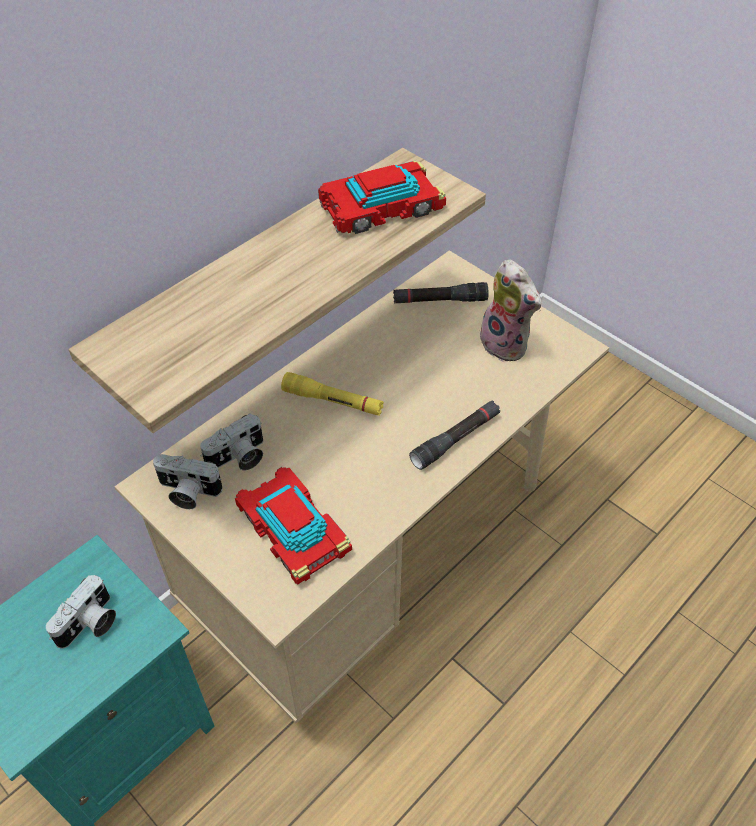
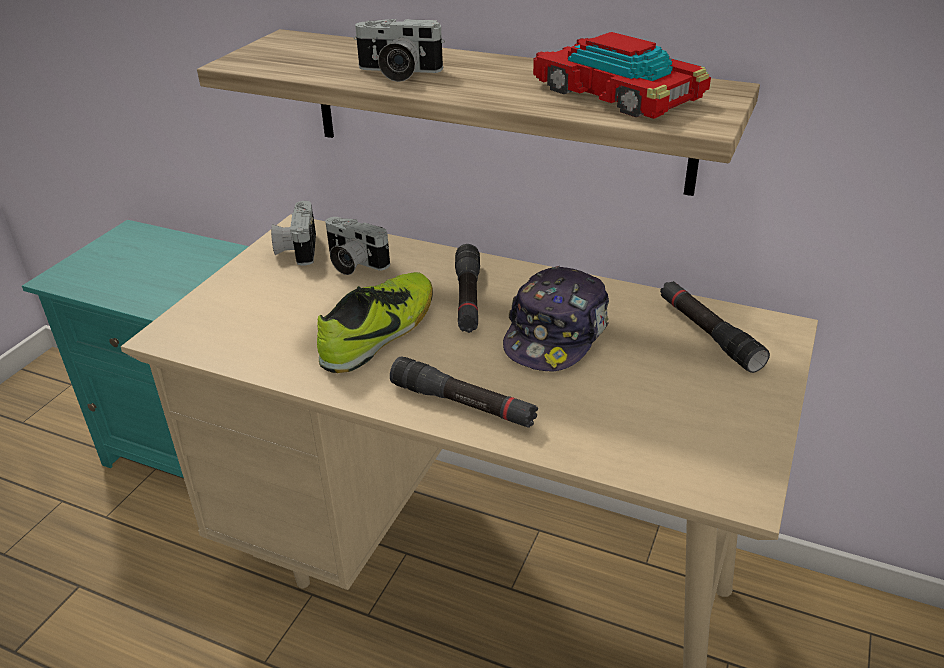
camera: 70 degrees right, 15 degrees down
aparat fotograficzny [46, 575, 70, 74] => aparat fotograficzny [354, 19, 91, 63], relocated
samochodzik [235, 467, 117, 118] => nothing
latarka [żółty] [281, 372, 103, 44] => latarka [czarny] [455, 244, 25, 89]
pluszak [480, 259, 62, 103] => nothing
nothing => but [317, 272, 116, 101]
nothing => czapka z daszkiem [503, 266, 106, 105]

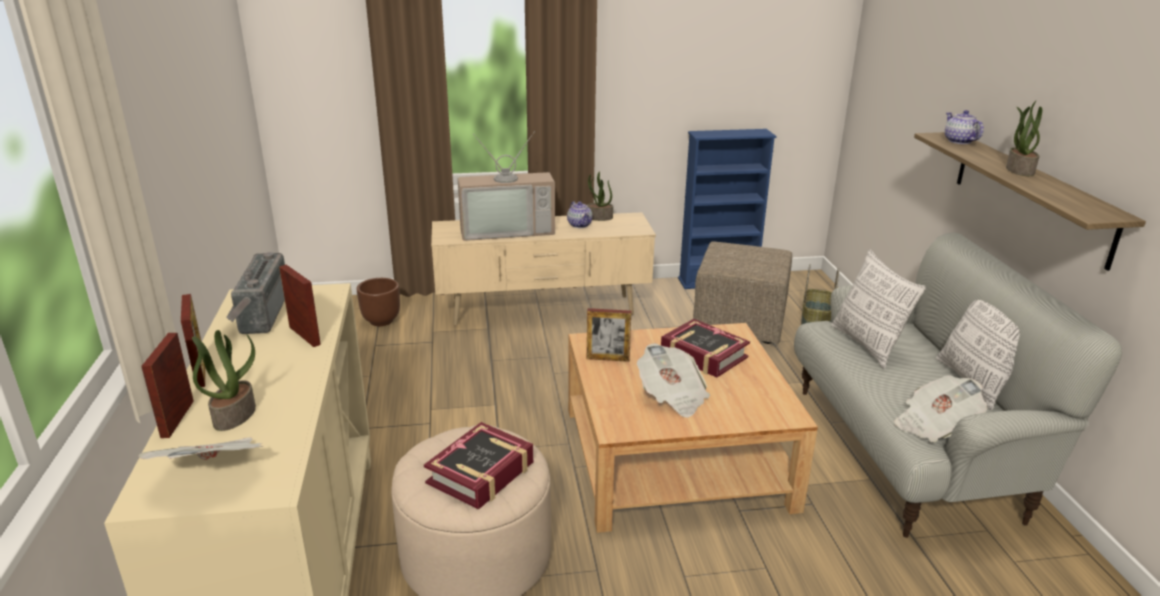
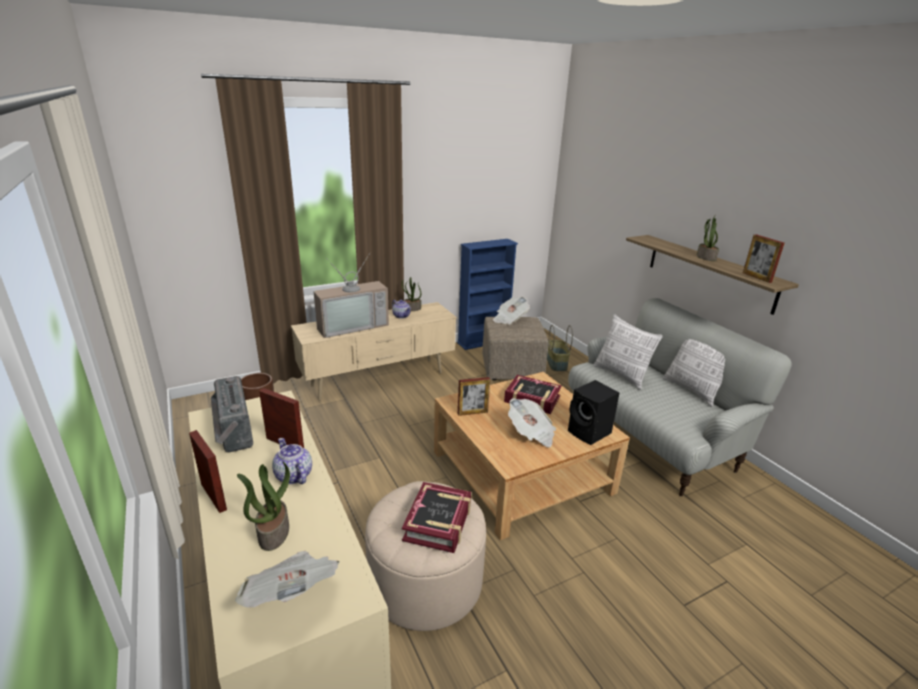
camera: 20 degrees left, 0 degrees up
ramka na zdjęcie [141, 333, 53, 105] => ramka na zdjęcie [743, 234, 42, 49], relocated
gazeta [894, 375, 93, 68] => gazeta [493, 297, 37, 28], relocated
imbryk [945, 110, 39, 34] => imbryk [272, 438, 40, 46], relocated
nothing => głośnik [czarny] [568, 380, 52, 65]

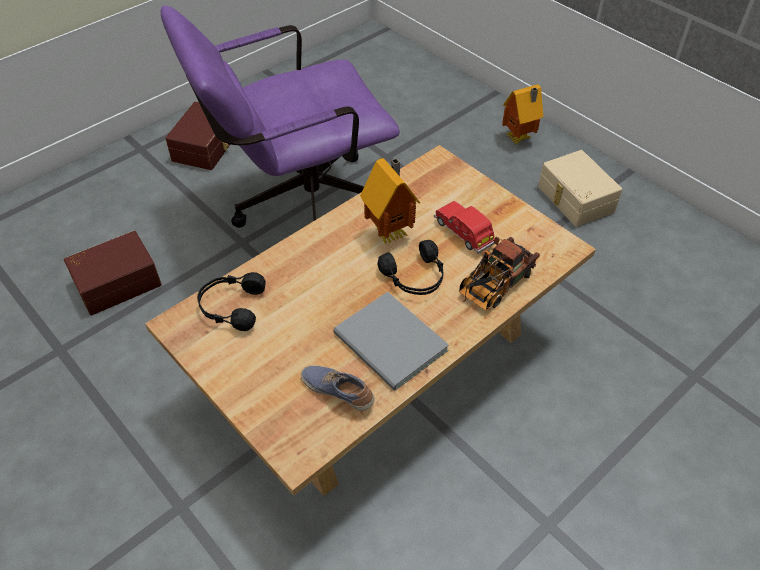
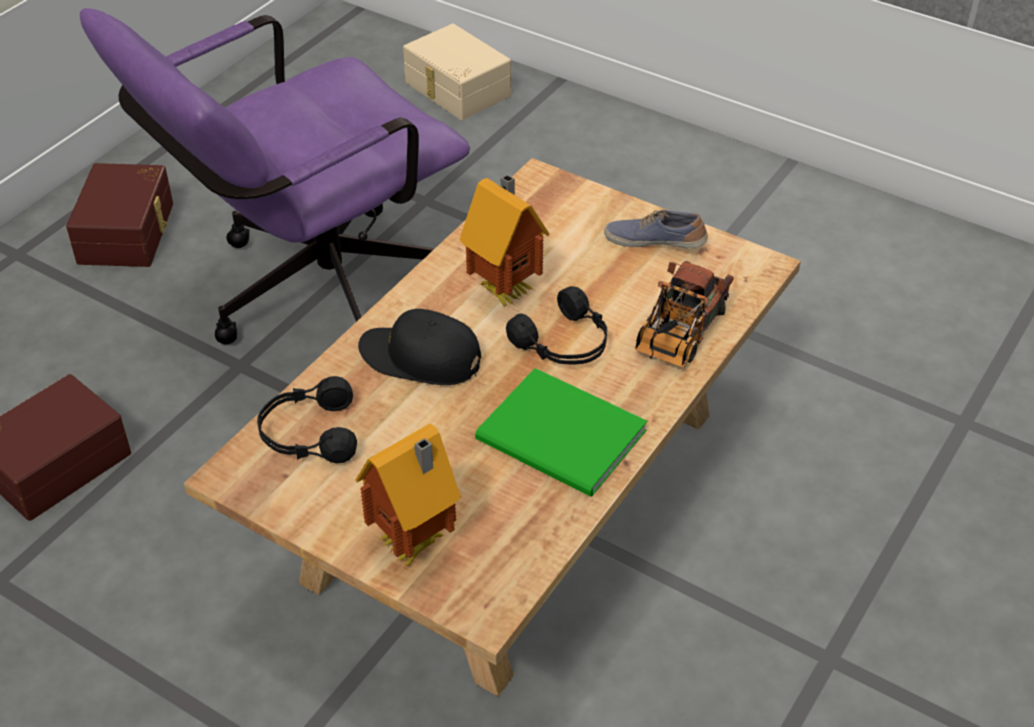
camera: 15 degrees left, 5 degrees down
but [301, 365, 74, 46] => but [604, 210, 104, 39], relocated
książka [szary] [333, 292, 116, 99] => książka [zielony] [475, 368, 172, 129]
samochodzik [czerwony] [434, 201, 61, 53] => nothing
domek [502, 84, 41, 60] => domek [355, 424, 106, 142], relocated
pojemnik do przechowywania [beżowy] [538, 150, 84, 77] => pojemnik do przechowywania [beżowy] [403, 24, 108, 96], relocated
nothing => czapka z daszkiem [czarny] [358, 309, 123, 76]

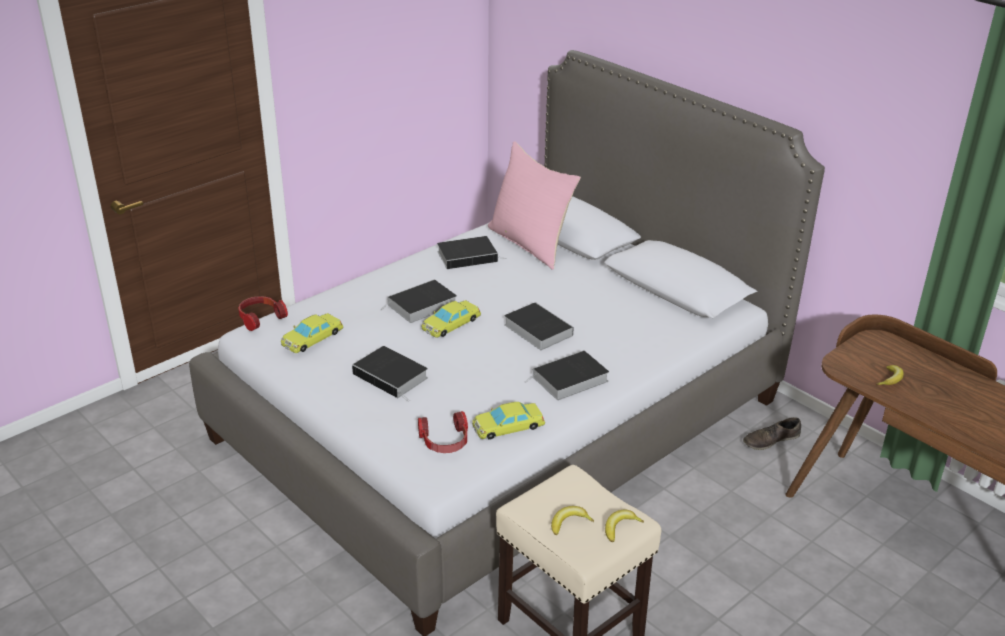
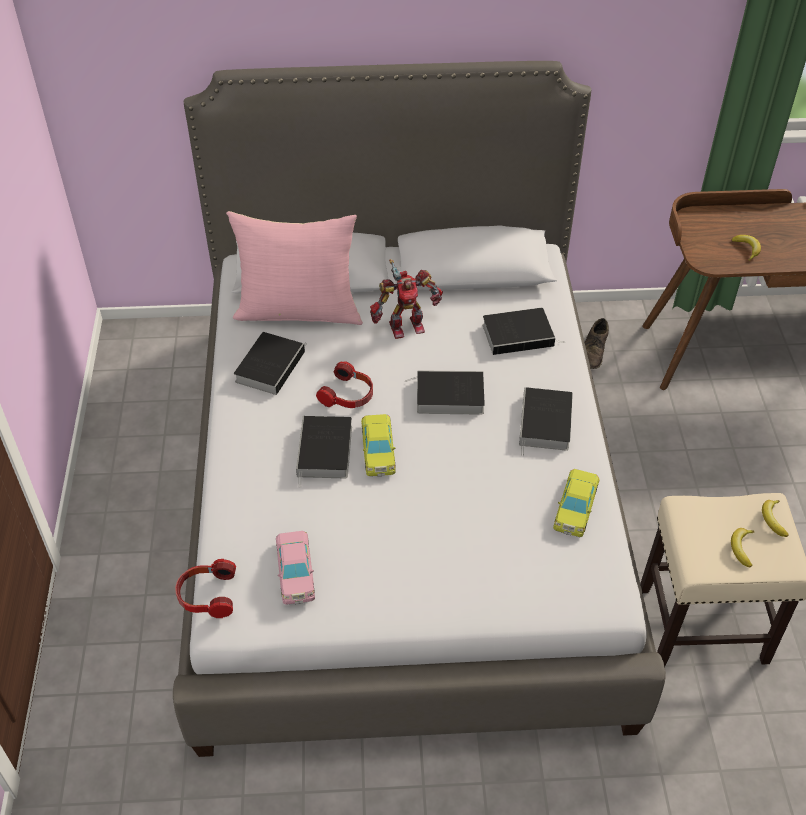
camera: 50 degrees left, 15 degrees up
samochodzik [żółty] [281, 313, 62, 40] => samochodzik [różowy] [276, 531, 39, 74]
książka [352, 346, 76, 56] => książka [482, 308, 83, 47], relocated
słuchawki [418, 411, 50, 42] => słuchawki [316, 361, 57, 47], relocated
nothing => robot zabawkowy [370, 259, 73, 80]

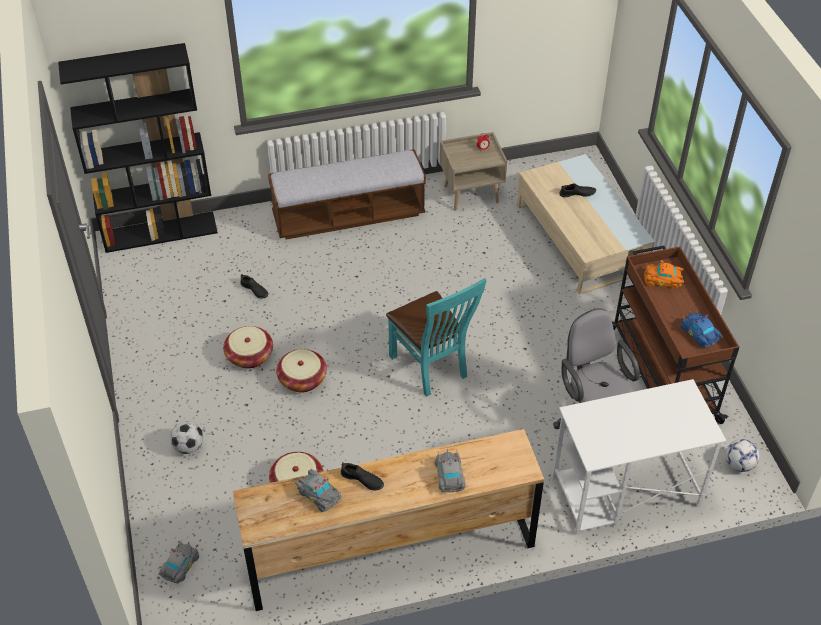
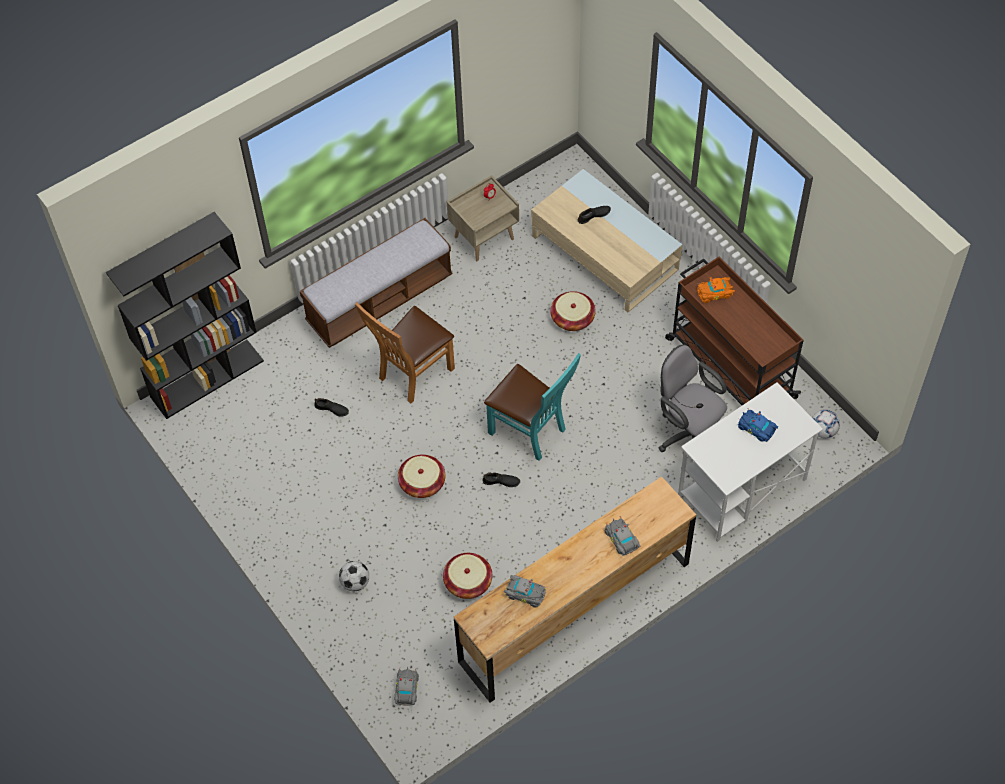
camera: 20 degrees left, 10 degrees up
koszyk [223, 326, 50, 43] => koszyk [550, 291, 46, 40], relocated
but [czarny] [341, 462, 43, 29] => but [czarny] [483, 473, 37, 14], relocated
samochodzik [niebieski] [681, 310, 41, 37] => samochodzik [niebieski] [738, 408, 40, 34], relocated
nothing => krzesło [brązowy] [355, 303, 100, 100]

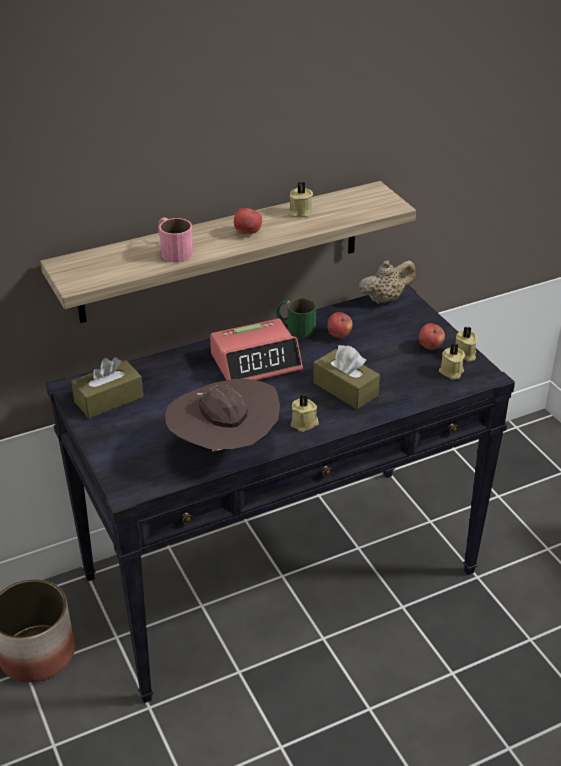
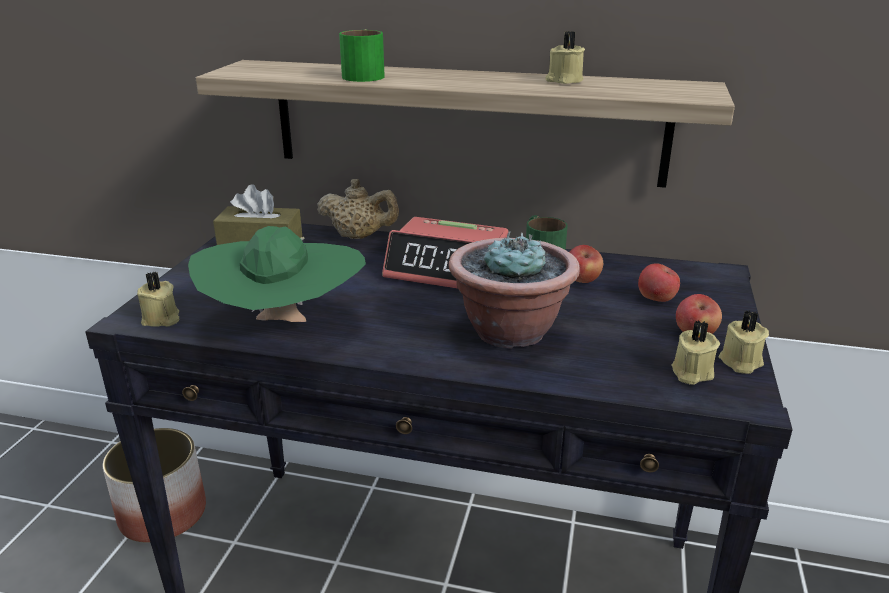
camera: 40 degrees right, 10 degrees down
kubek [różowy] [158, 218, 35, 44] => kubek [zielony] [339, 29, 46, 53]
kapelusz [brązowy] [165, 379, 115, 73] => kapelusz [zielony] [188, 226, 178, 96]
jabłko [234, 208, 28, 26] => jabłko [638, 263, 42, 39], relocated
świeca [beżowy] [291, 394, 28, 38] => świeca [beżowy] [137, 272, 42, 55], relocated
pudełko chusteczek [brązowy] [313, 345, 67, 64] => roślina doniczkowa [449, 232, 131, 117]
imbryk [beżowy] [358, 260, 58, 44] => imbryk [beżowy] [317, 179, 82, 60], relocated

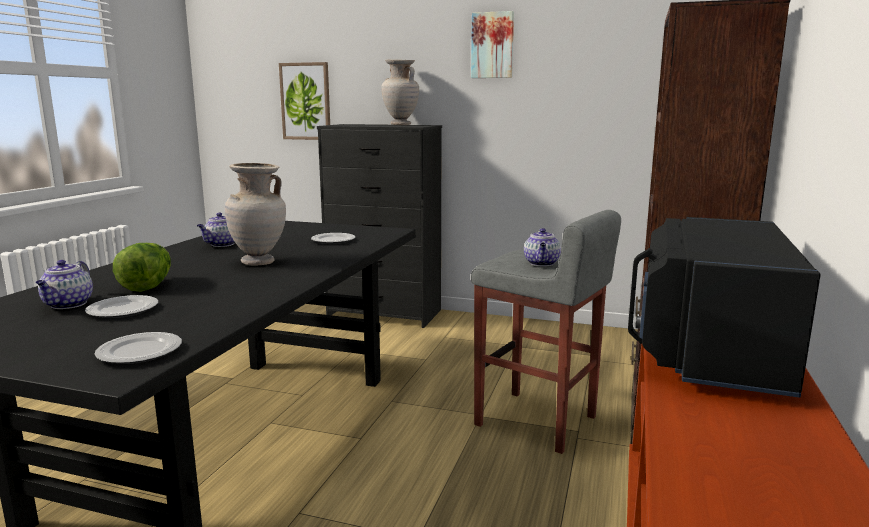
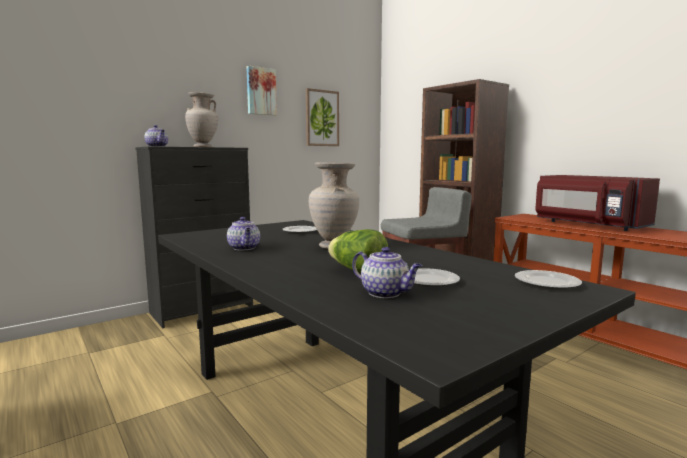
camera: 55 degrees left, 5 degrees down
obraz [279, 62, 51, 78] => obraz [306, 88, 33, 58], relocated
imbryk [524, 228, 37, 38] => imbryk [145, 125, 23, 22], relocated
mikrofalówka [czarny] [628, 217, 193, 181] => mikrofalówka [czerwony] [535, 175, 125, 56]

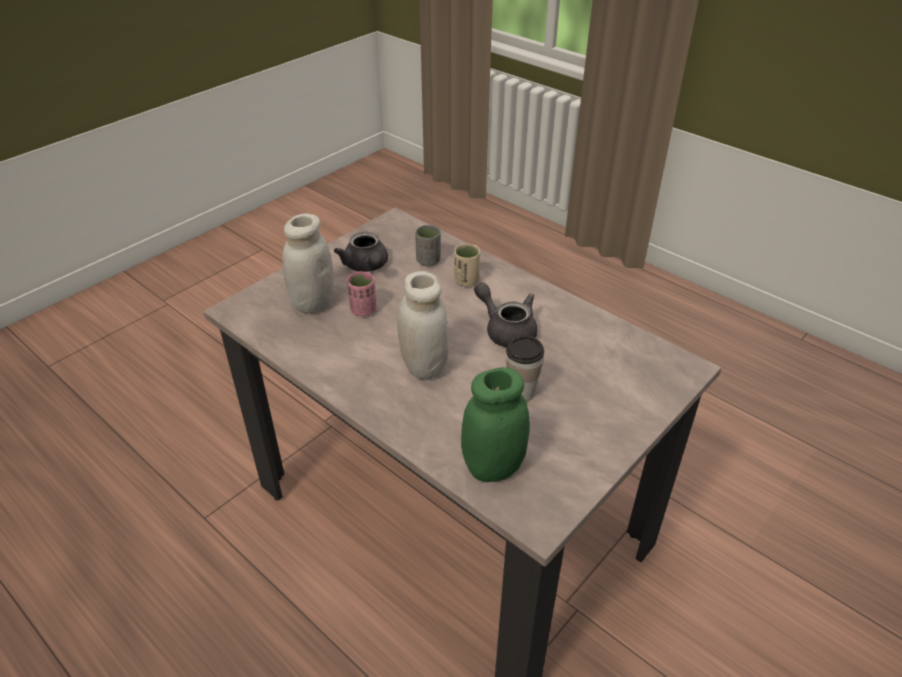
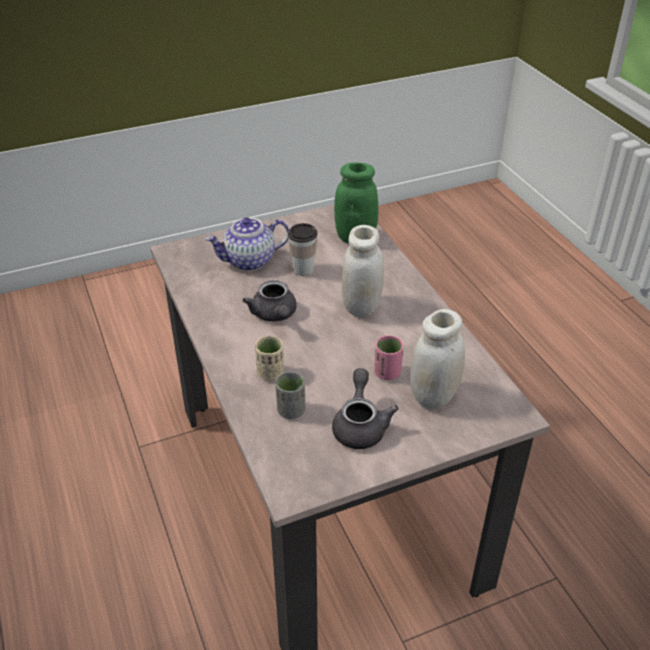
camera: 155 degrees left, 0 degrees up
nothing => imbryk [205, 217, 84, 54]

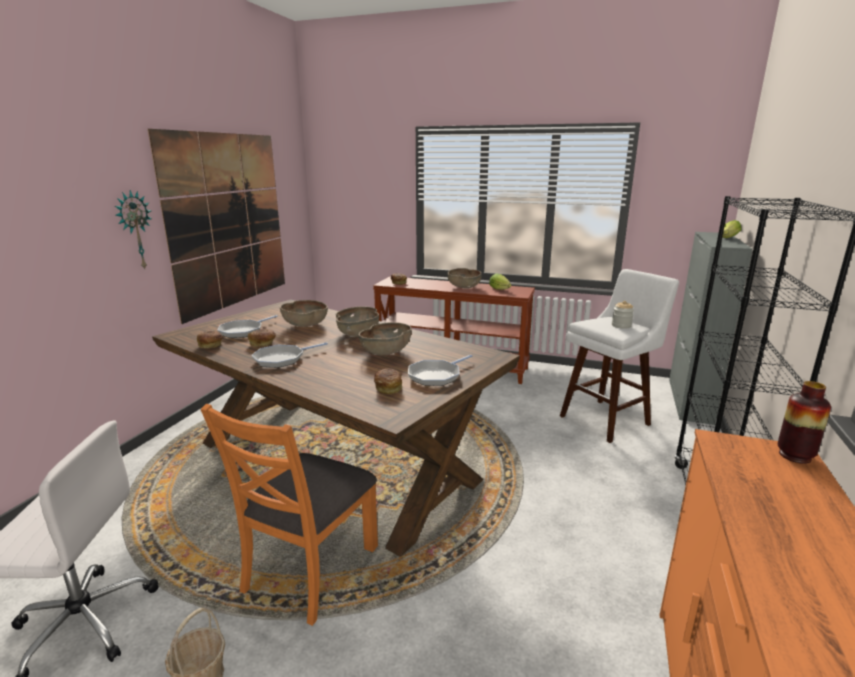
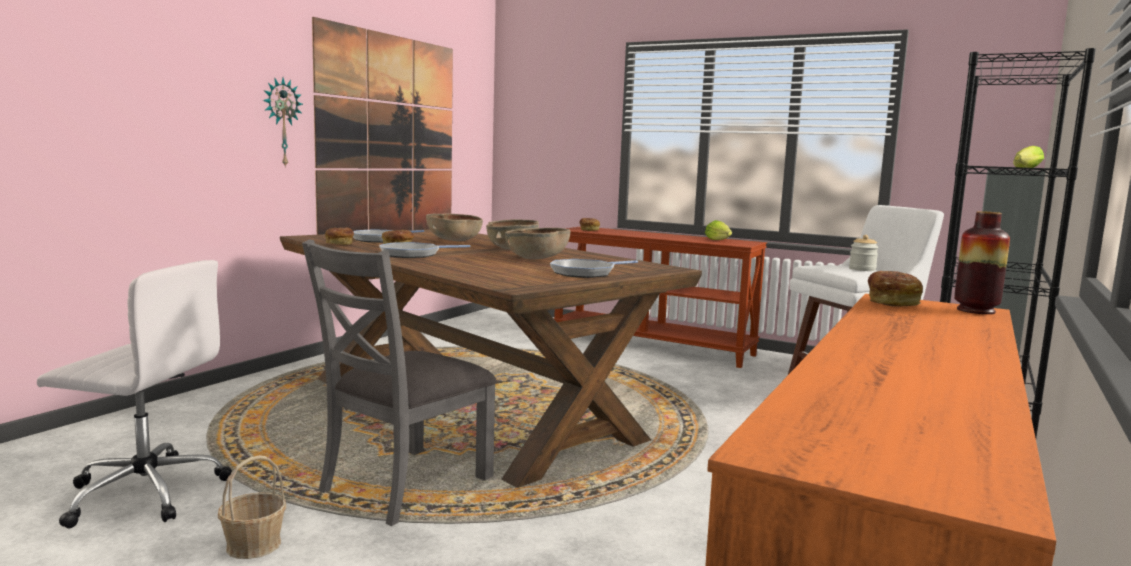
camera: 10 degrees right, 10 degrees down
krzesło [pomarańczowy] [200, 404, 178, 222] => krzesło [szary] [302, 240, 195, 286]
chleb [374, 368, 29, 27] => chleb [868, 271, 55, 36], relocated
miska [brązowy] [448, 268, 34, 21] => nothing

